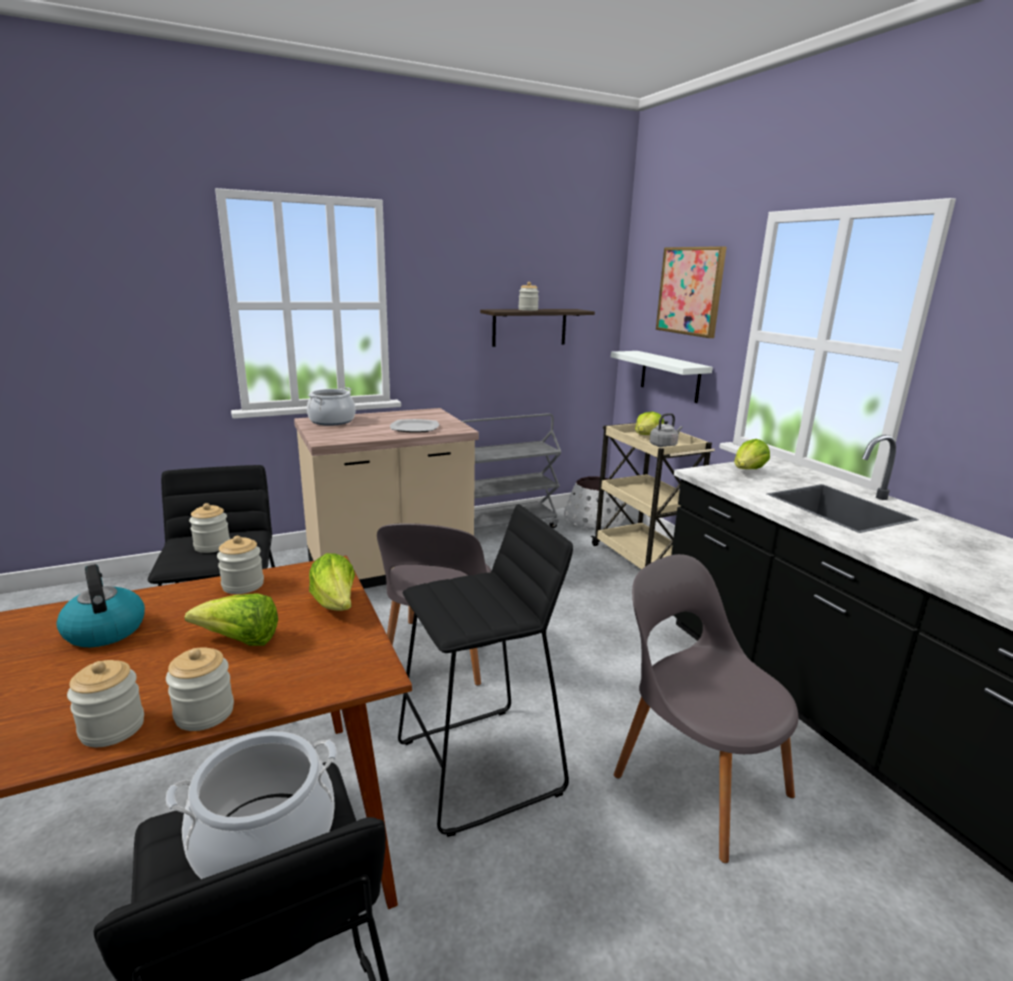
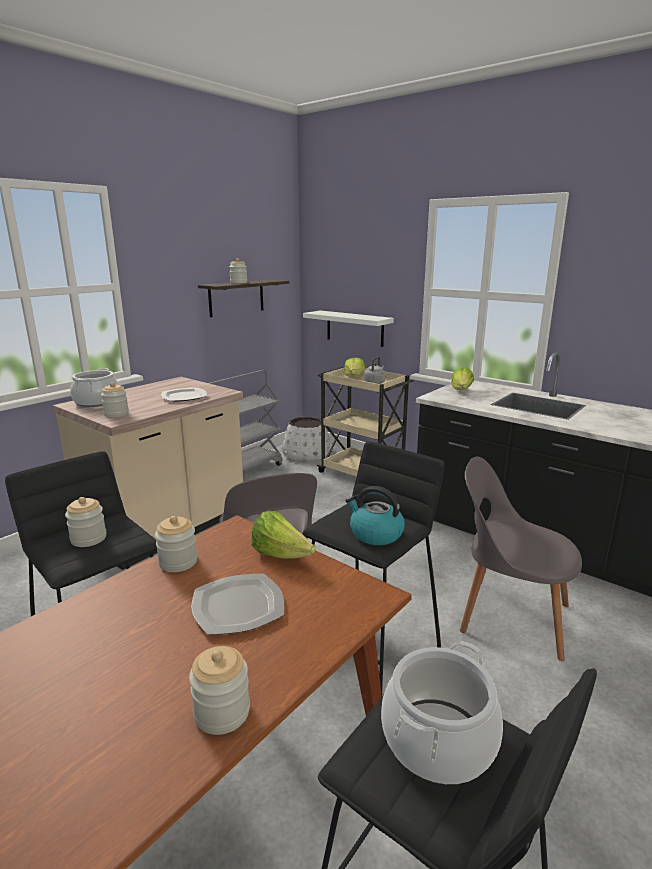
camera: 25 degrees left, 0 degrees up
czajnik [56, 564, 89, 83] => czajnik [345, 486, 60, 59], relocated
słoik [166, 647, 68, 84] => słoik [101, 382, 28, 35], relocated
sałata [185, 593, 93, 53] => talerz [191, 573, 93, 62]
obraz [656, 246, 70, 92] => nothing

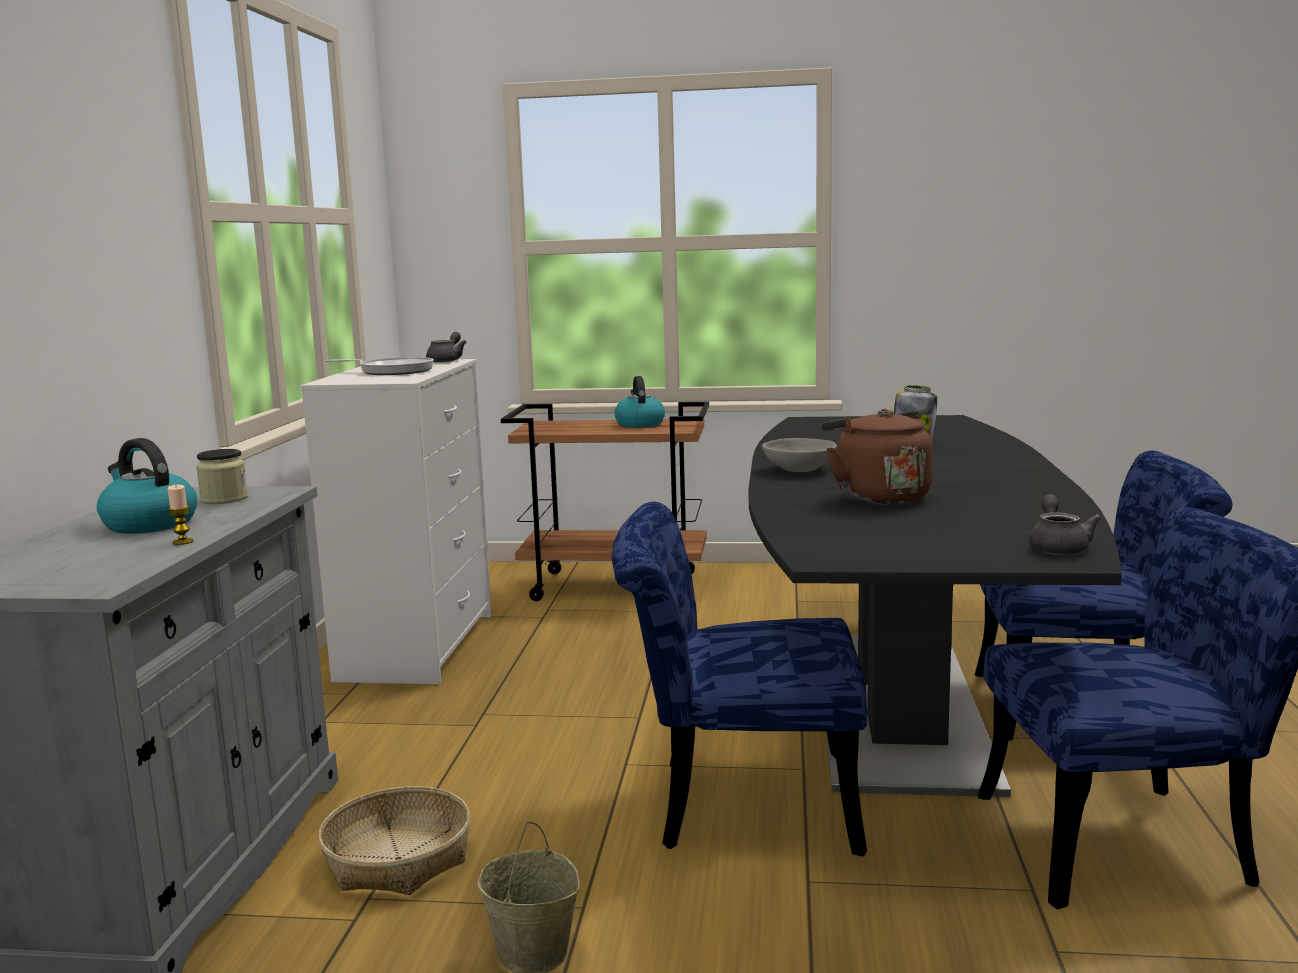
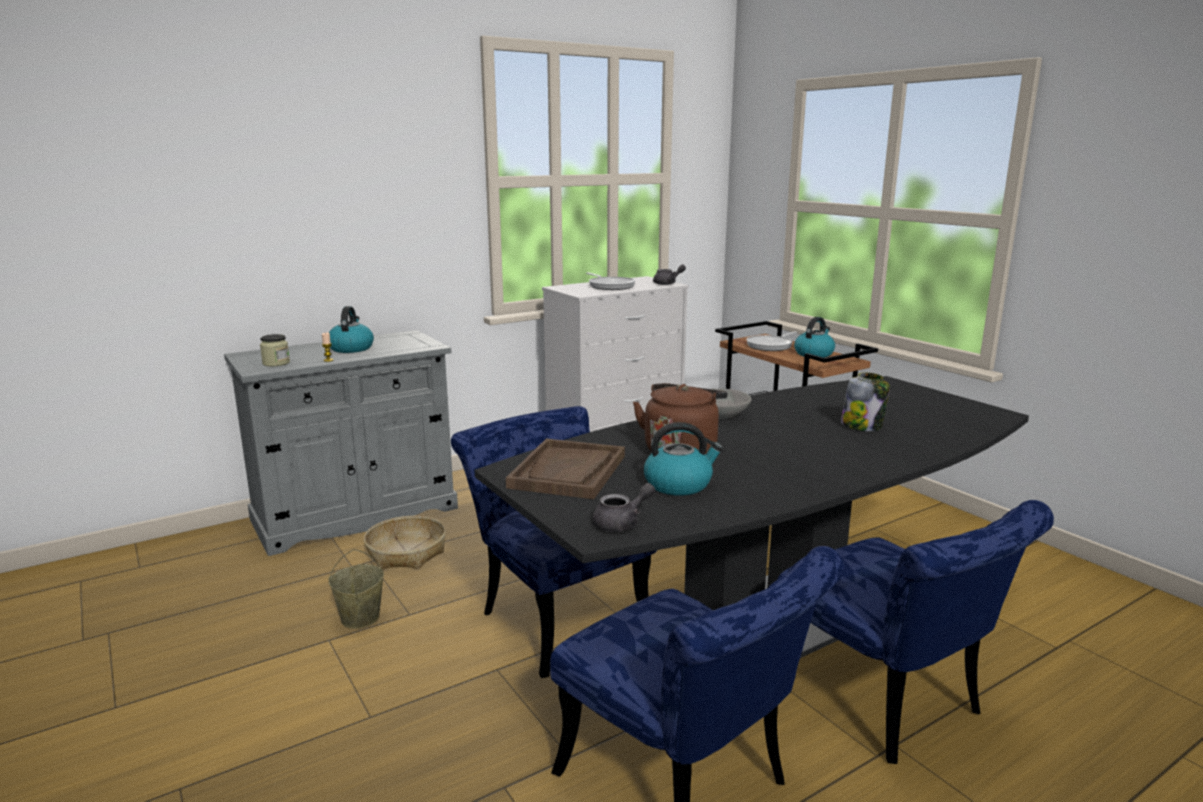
camera: 50 degrees right, 5 degrees up
słoik [196, 449, 52, 55] => słoik [260, 334, 30, 33], relocated
nothing => taca [brązowy] [506, 439, 119, 60]
nothing => czajnik [644, 422, 79, 74]
nothing => patelnia [746, 331, 51, 20]

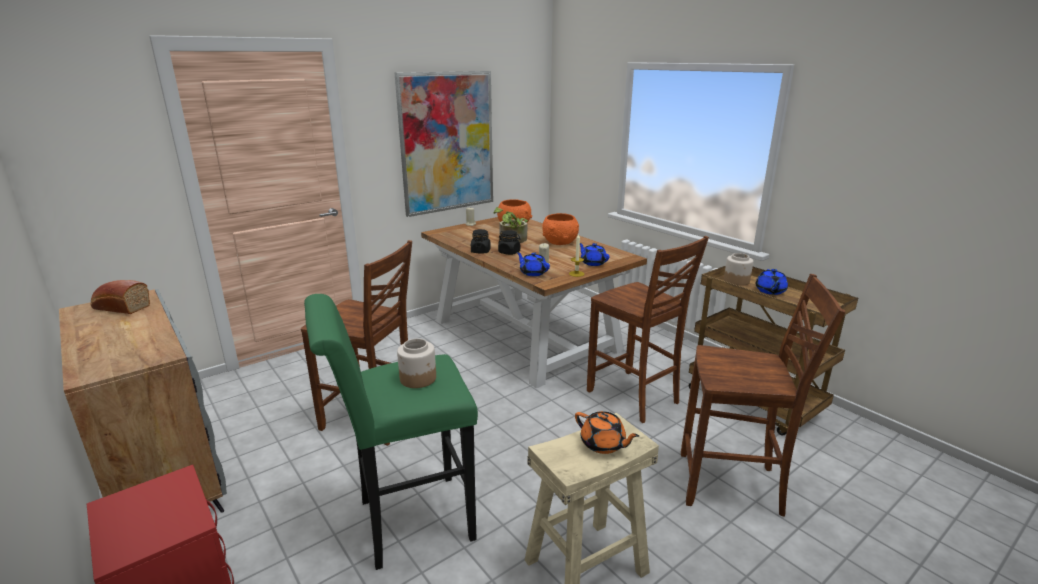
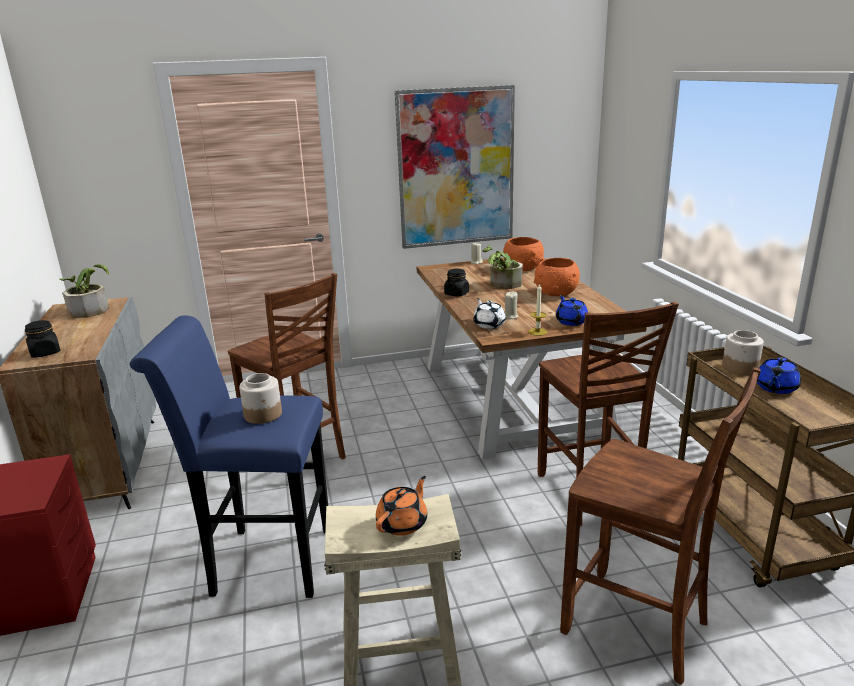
camera: 25 degrees right, 0 degrees up
chleb [90, 280, 60, 34] => roślina doniczkowa [59, 264, 50, 54]
stołek [zielony] [304, 294, 174, 276] => stołek [niebieski] [130, 315, 198, 283]
słoik [czarny] [498, 230, 23, 25] => słoik [czarny] [25, 320, 35, 38], relocated
imbryk [niebieski] [517, 252, 33, 24] => imbryk [biały] [473, 298, 33, 31]
imbryk [pomarańczowy] [575, 411, 64, 43] => imbryk [pomarańczowy] [376, 476, 51, 60], 120 degrees counterclockwise

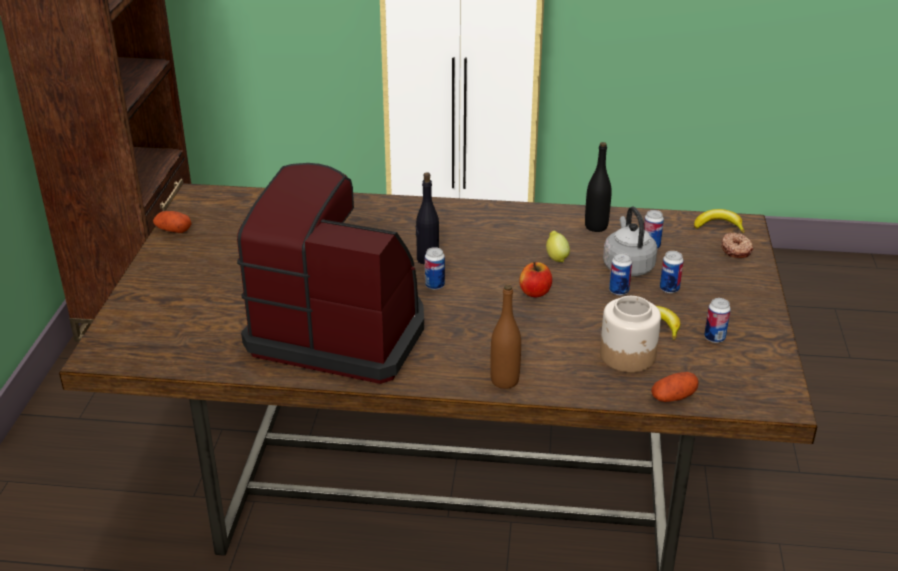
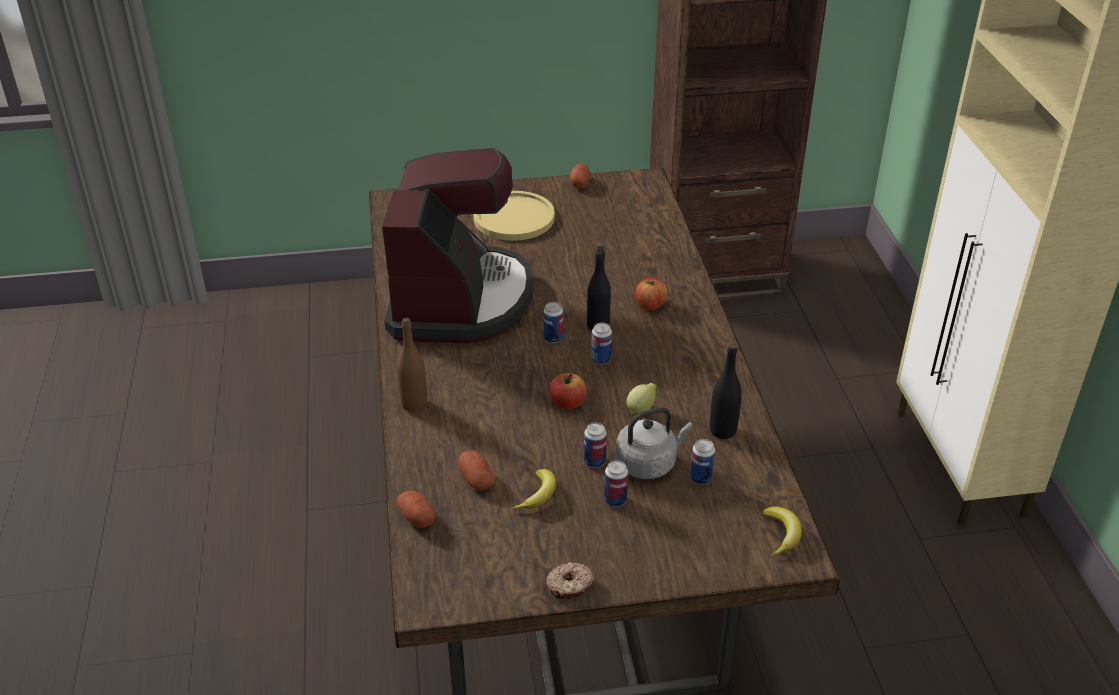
camera: 75 degrees right, 5 degrees up
słoik [600, 296, 61, 76] => ziemniak [458, 450, 37, 41]
puszka [704, 298, 27, 45] => puszka [591, 322, 21, 42], relocated
donut [721, 233, 32, 25] => donut [546, 562, 48, 38], relocated
nothing => talerz [żółty] [474, 191, 81, 50]
nothing => jabłko [636, 278, 31, 32]

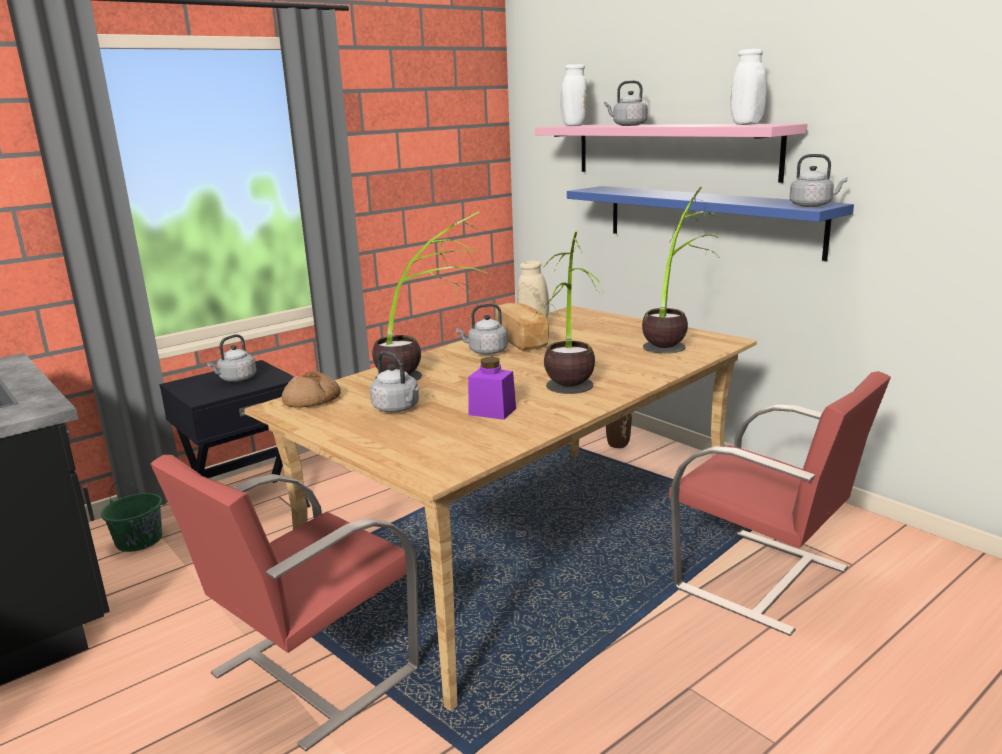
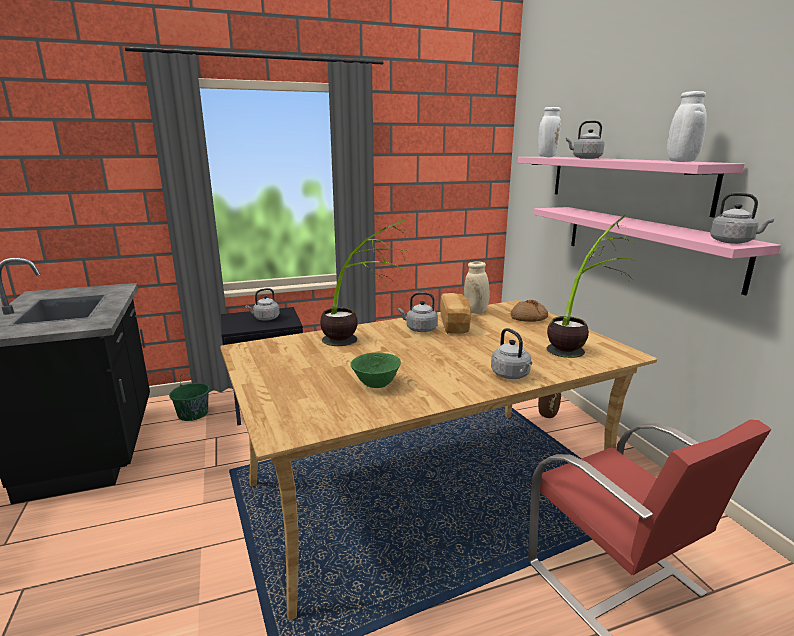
camera: 20 degrees right, 0 degrees up
krzesło [czerwony] [151, 455, 268, 296] => nothing
chleb [281, 371, 60, 37] => chleb [511, 300, 37, 22], relocated
czajnik [szary] [370, 351, 49, 61] => czajnik [szary] [491, 328, 41, 51], relocated
słoik [fioletowy] [468, 357, 48, 63] => miska [zielony] [350, 353, 51, 35]
roślina doniczkowa [534, 230, 70, 164] => nothing
półka [niebieski] [567, 186, 287, 75] => półka [różowy] [533, 207, 248, 88]

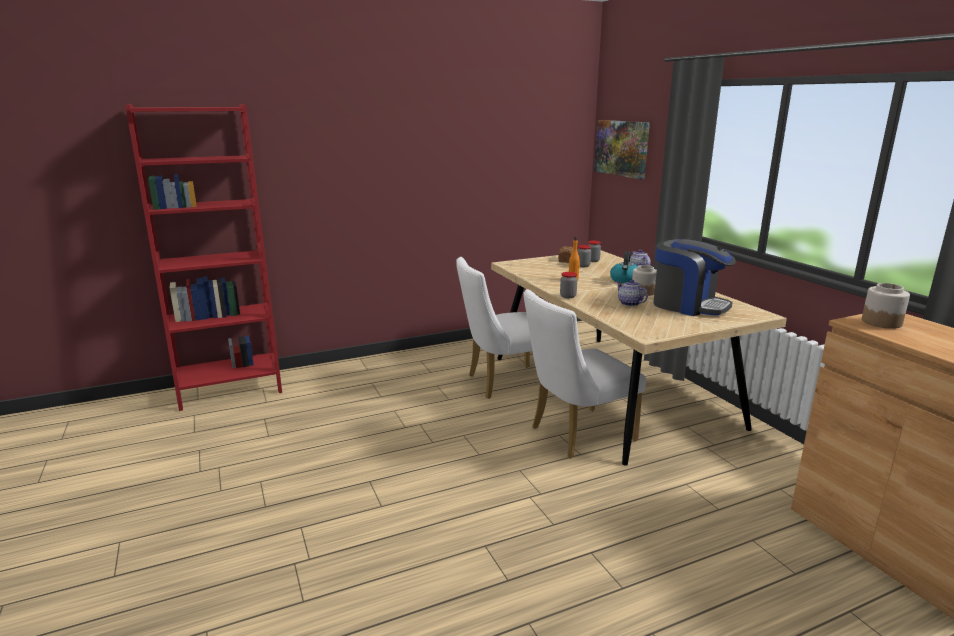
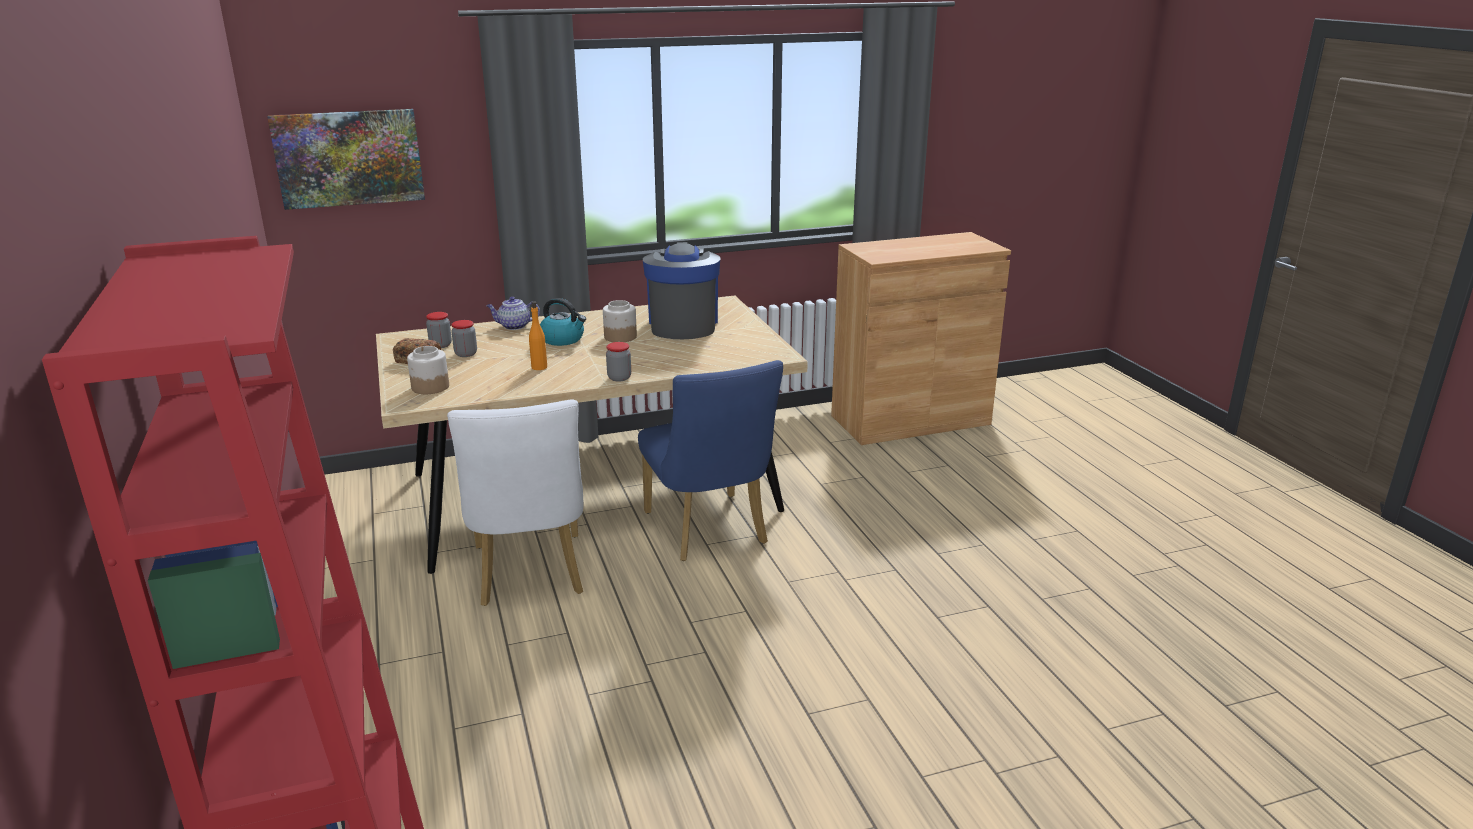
camera: 85 degrees left, 5 degrees up
krzesło [biały] [523, 289, 123, 170] => krzesło [niebieski] [638, 360, 145, 201]
imbryk [616, 280, 32, 26] => nothing
ekspres do kawy [654, 239, 82, 77] => ekspres do kawy [643, 242, 77, 97], 45 degrees counterclockwise
słoik [862, 283, 48, 46] => słoik [407, 346, 42, 48], relocated

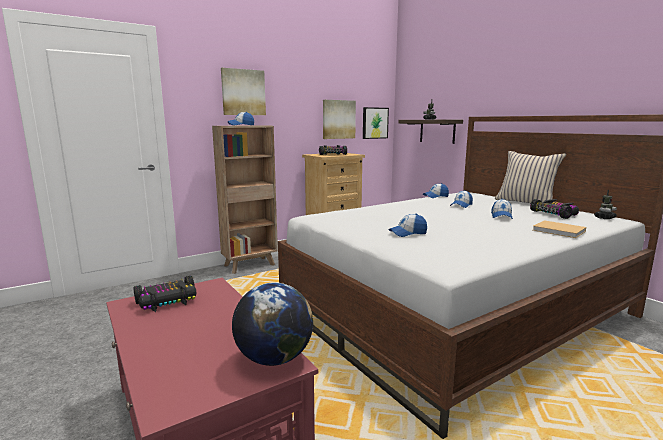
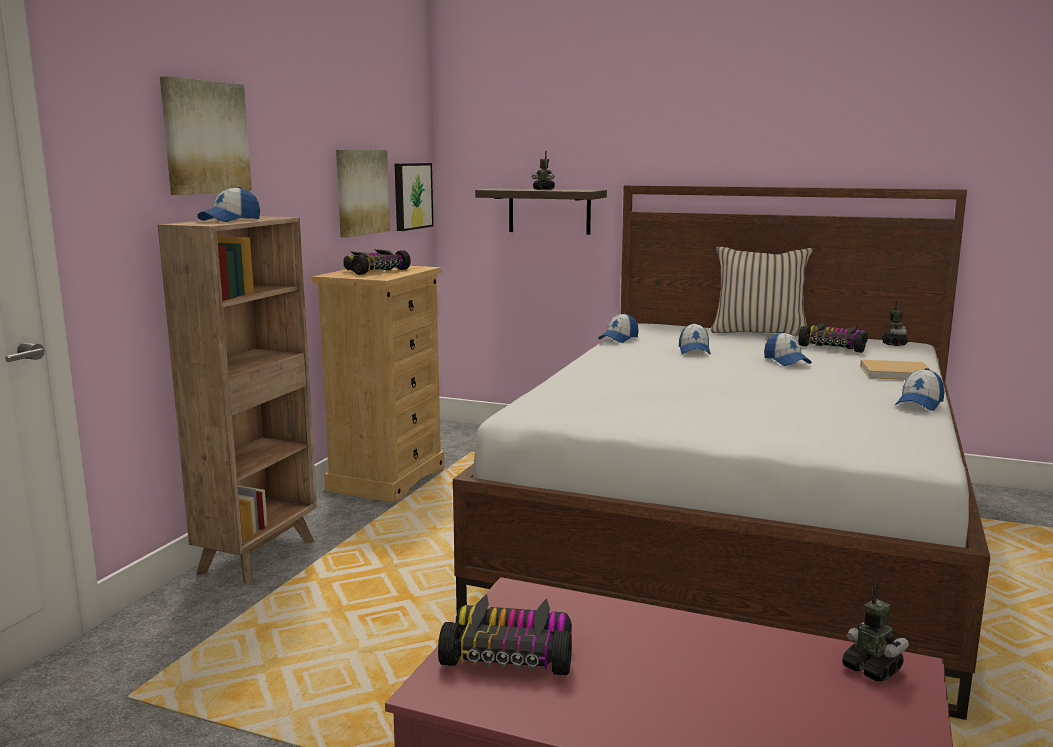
camera: 35 degrees left, 0 degrees up
samochodzik [134, 276, 63, 36] => samochodzik [438, 594, 134, 82], 105 degrees counterclockwise
globus [232, 283, 81, 83] => robot zabawkowy [842, 585, 67, 97]
czapka z daszkiem [388, 214, 39, 23] => czapka z daszkiem [895, 368, 49, 43], relocated

